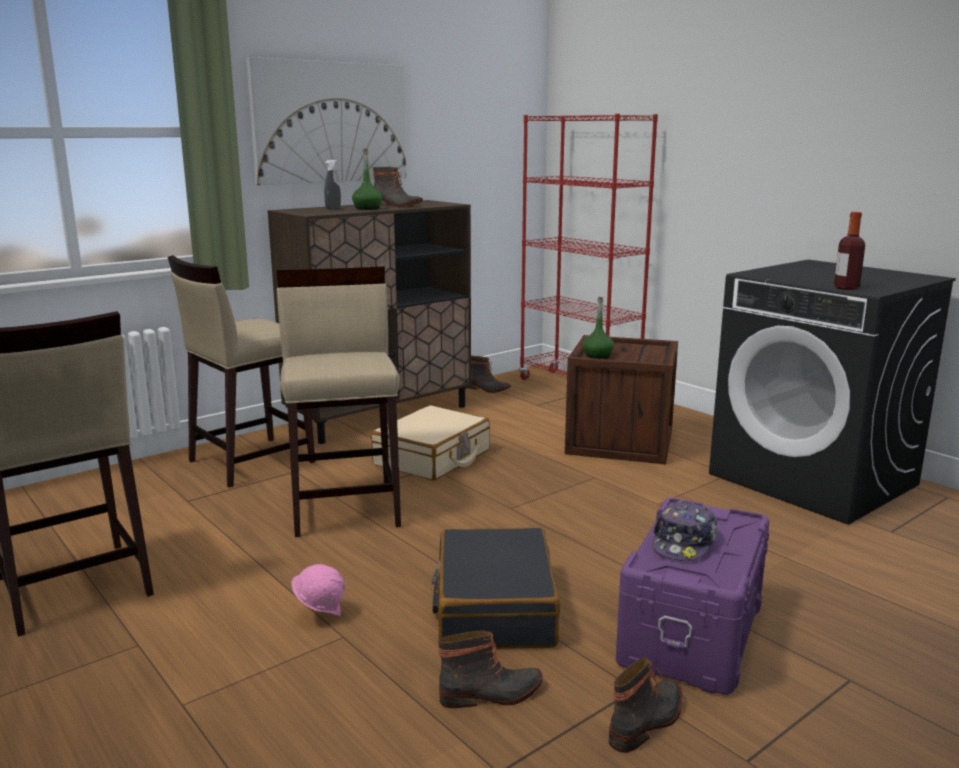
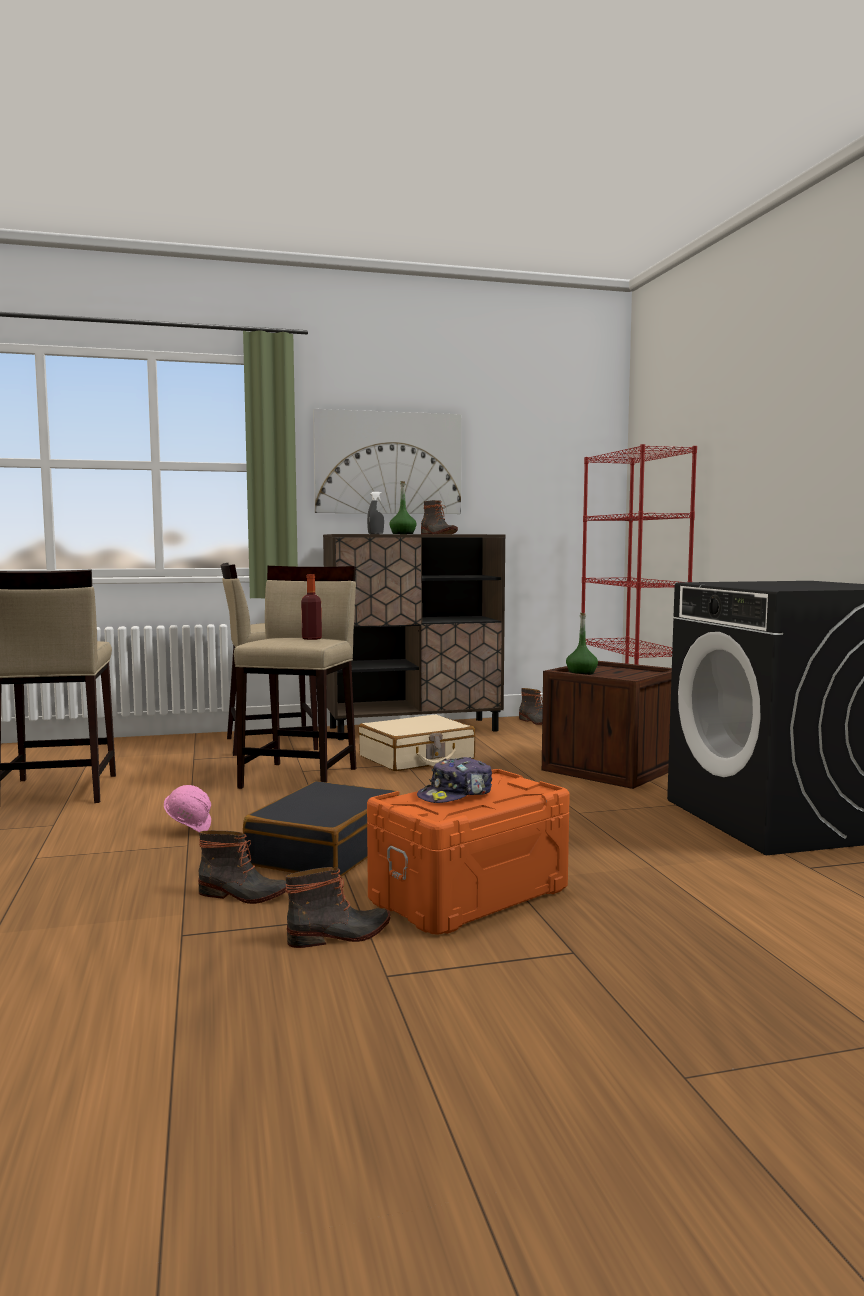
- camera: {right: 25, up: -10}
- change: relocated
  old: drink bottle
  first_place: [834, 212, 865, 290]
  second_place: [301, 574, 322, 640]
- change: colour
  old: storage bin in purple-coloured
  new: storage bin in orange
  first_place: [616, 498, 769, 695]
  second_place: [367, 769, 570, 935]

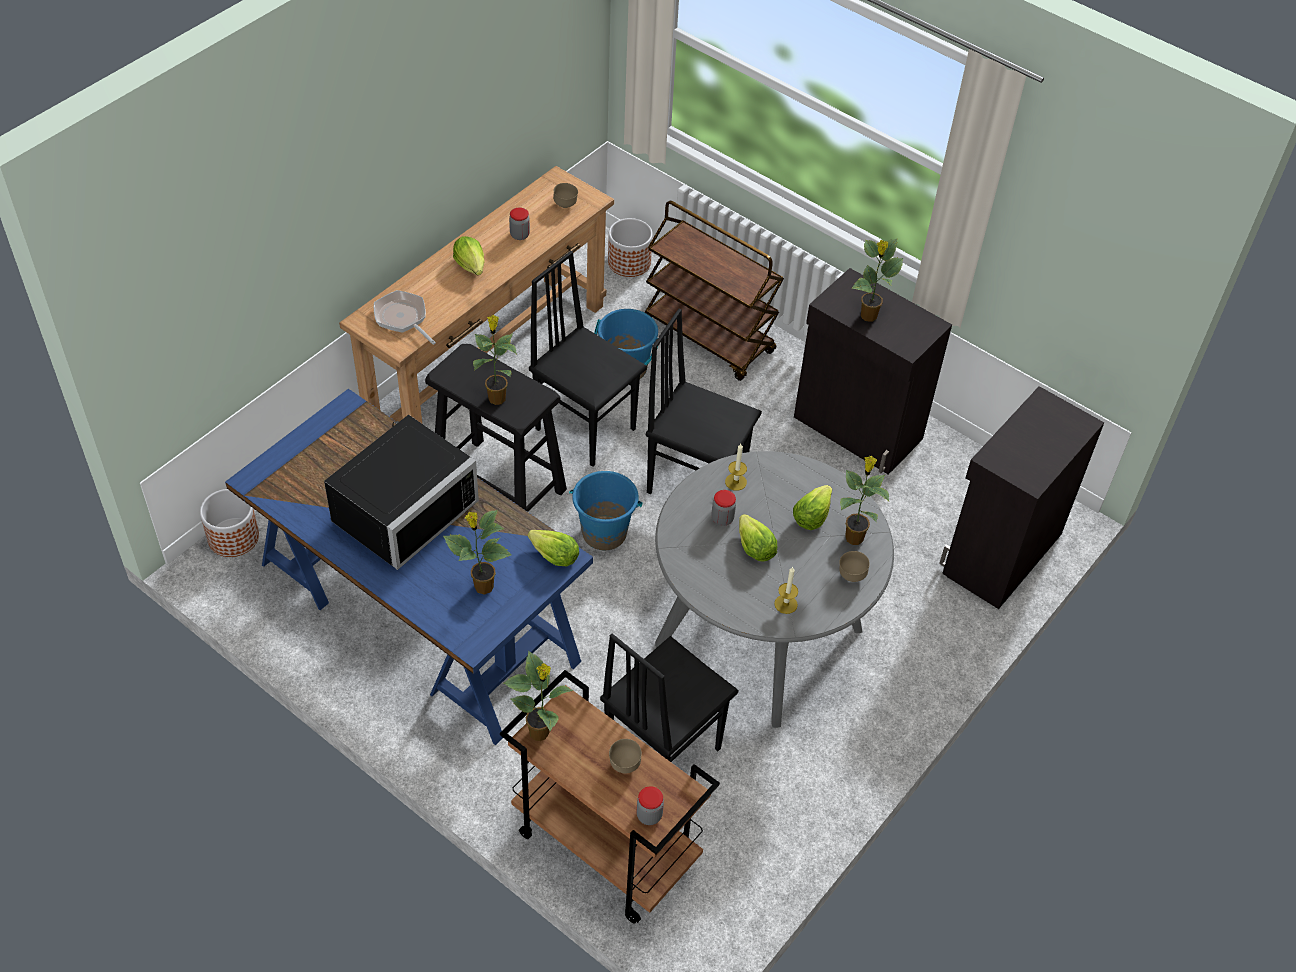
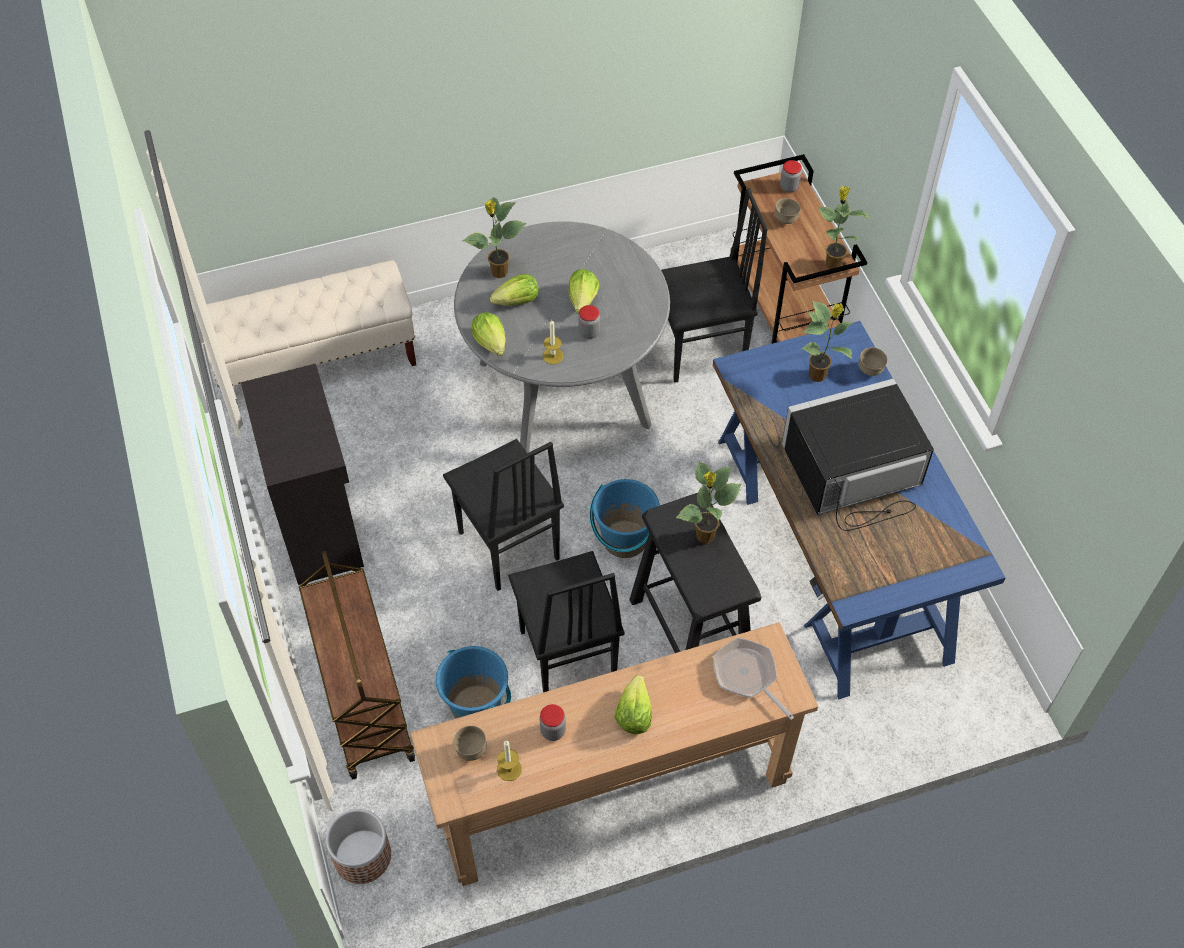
- camera: {right: -145, up: 5}
- change: exchanged
  old: cupboard in blackish
  new: long seat in sand-coloured
  first_place: [939, 386, 1104, 609]
  second_place: [203, 260, 416, 387]
- change: relocated
  old: lettuce
  first_place: [528, 530, 579, 566]
  second_place: [472, 312, 506, 356]
- change: relocated
  old: wax light
  first_place: [774, 567, 798, 614]
  second_place: [497, 741, 522, 781]
- change: spun
  old: pan
  first_place: [374, 290, 436, 345]
  second_place: [713, 638, 794, 720]
  degrees: 150
- change: relocated
  old: bowl in brown-coloured
  first_place: [839, 551, 870, 582]
  second_place: [858, 347, 888, 376]
- change: missing
  old: planter
  first_place: [200, 489, 259, 557]
- change: missing
  old: houseplant
  first_place: [852, 239, 903, 322]

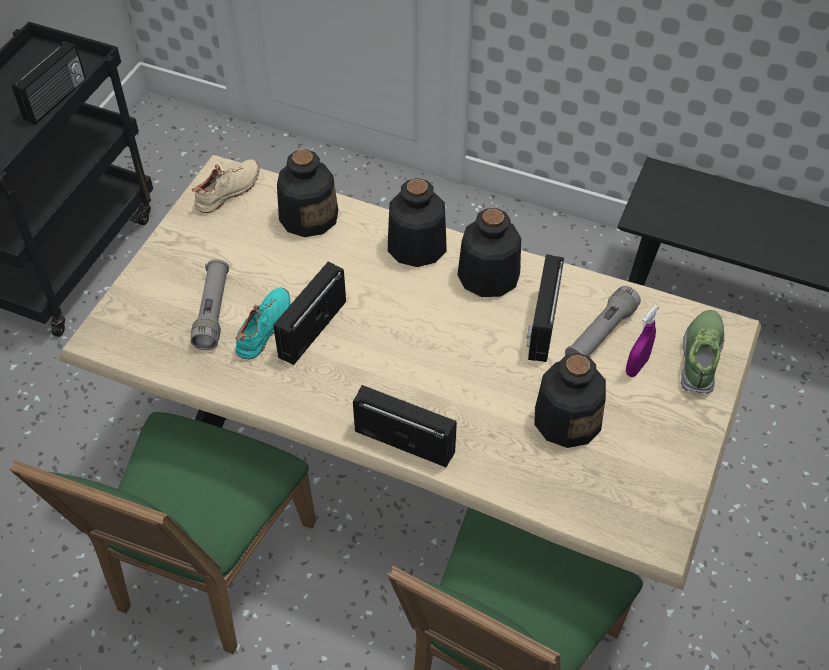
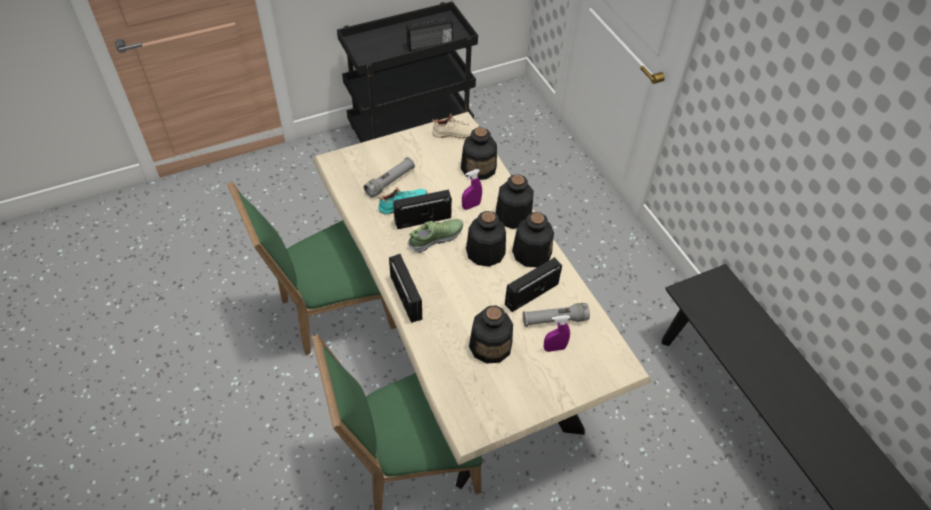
- camera: {right: 40, up: 0}
- change: relocated
  old: item of footwear
  first_place: [681, 310, 725, 394]
  second_place: [408, 219, 463, 253]
- change: appeared
  new: hand sprayer in purple-coloured
  second_place: [462, 169, 482, 210]
- change: appeared
  new: drink bottle
  second_place: [466, 211, 506, 267]

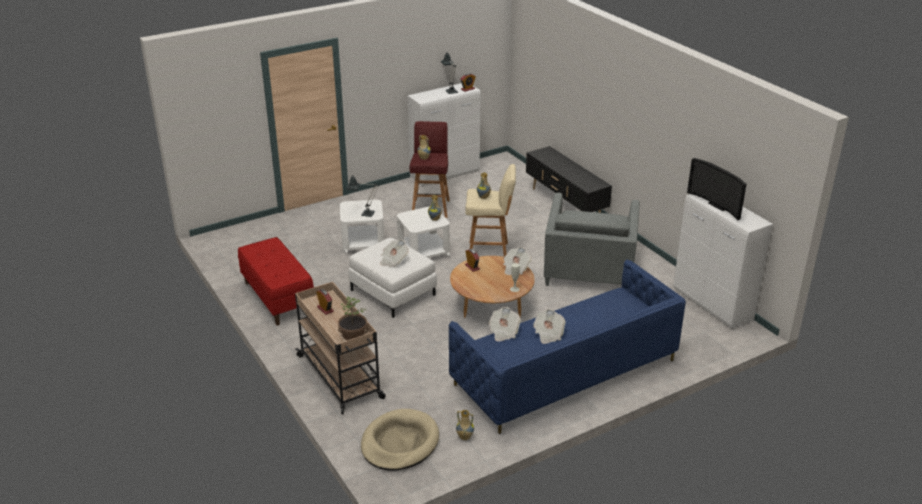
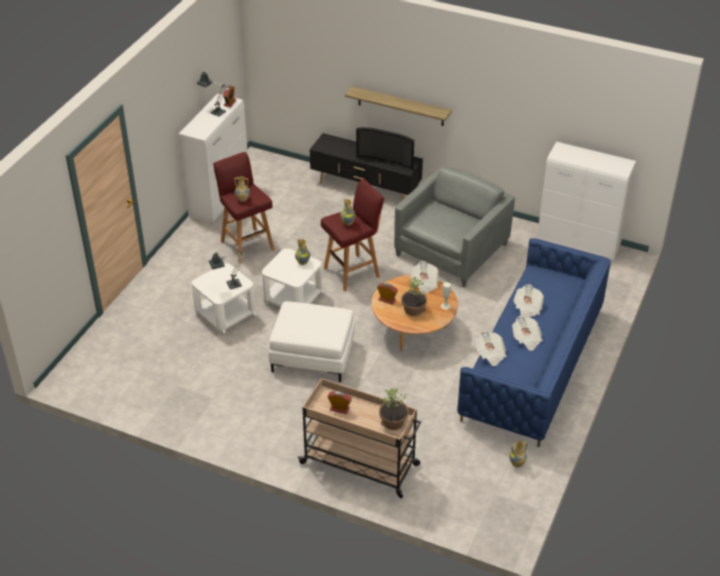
- camera: {right: -35, up: 10}
- change: colour
  old: stool seat in sand-coloured
  new: stool seat in reddish
  first_place: [465, 164, 516, 257]
  second_place: [321, 179, 384, 292]
- change: appeared
  new: bracket shelf
  second_place: [345, 86, 452, 126]
- change: relocated
  old: television
  first_place: [687, 158, 747, 220]
  second_place: [356, 127, 414, 170]
- change: spun
  old: easy chair in greyish
  first_place: [544, 193, 640, 286]
  second_place: [394, 166, 515, 287]
  degrees: -120
- change: appeared
  new: houseplant
  second_place: [401, 277, 427, 316]
- change: relocated
  old: daily paper
  first_place: [380, 240, 409, 267]
  second_place: [513, 285, 544, 318]
- change: missing
  old: long seat in reddish
  first_place: [238, 237, 314, 325]
- change: missing
  old: pet bed in sand-coloured
  first_place: [361, 409, 439, 471]

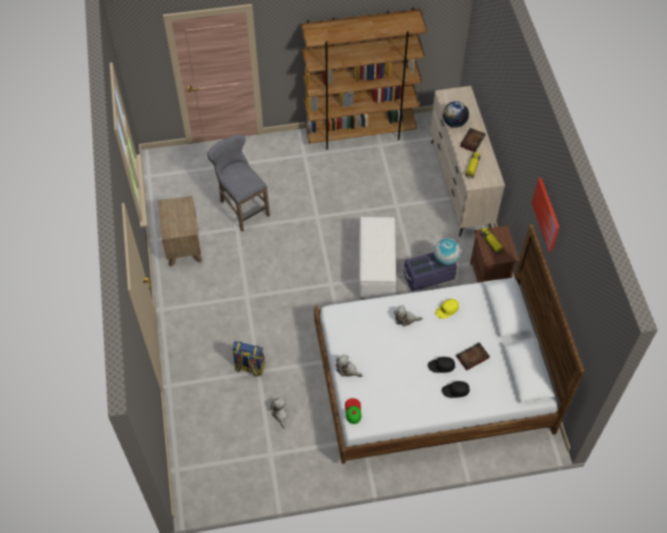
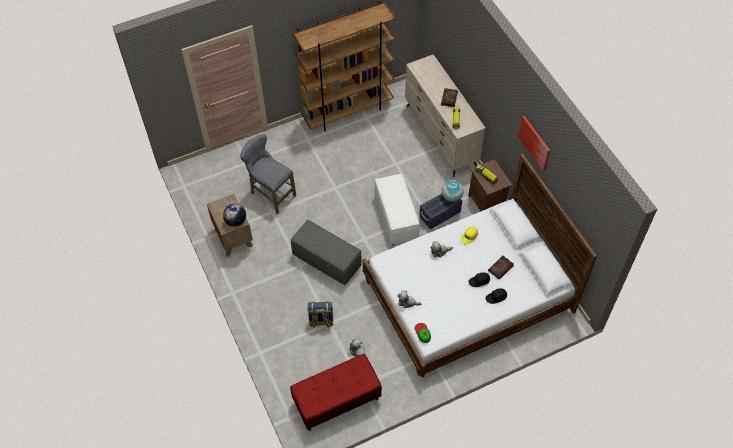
- camera: {right: -15, up: 0}
- change: relocated
  old: world globe
  first_place: [443, 101, 469, 128]
  second_place: [223, 204, 246, 227]
- change: appeared
  new: long seat in reddish
  second_place: [290, 354, 382, 431]
- change: appeared
  new: pouffe in greyish
  second_place: [291, 220, 362, 285]

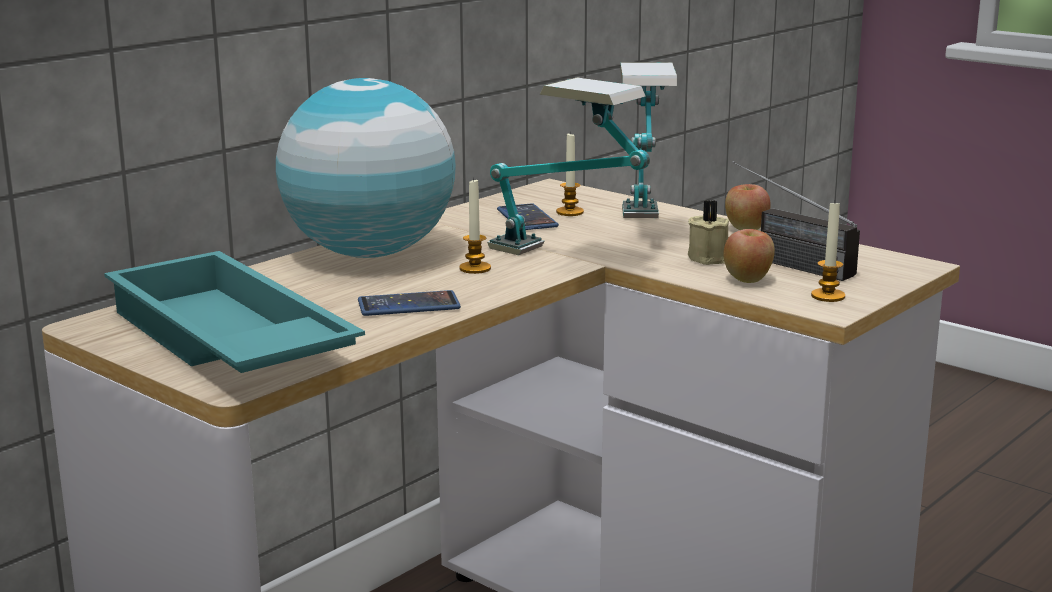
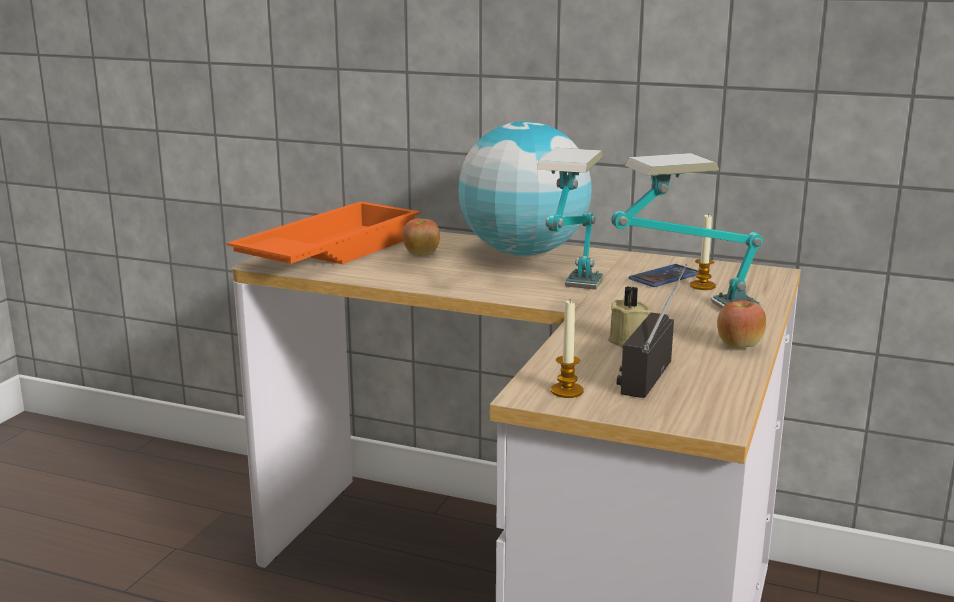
- camera: {right: 70, up: 0}
- change: colour
  old: tray in turquoise
  new: tray in orange
  first_place: [104, 251, 365, 373]
  second_place: [227, 201, 420, 264]
- change: relocated
  old: whole apple
  first_place: [724, 229, 775, 283]
  second_place: [403, 219, 440, 256]
- change: missing
  old: handset
  first_place: [358, 290, 461, 316]
- change: missing
  old: wax light
  first_place: [459, 178, 491, 274]

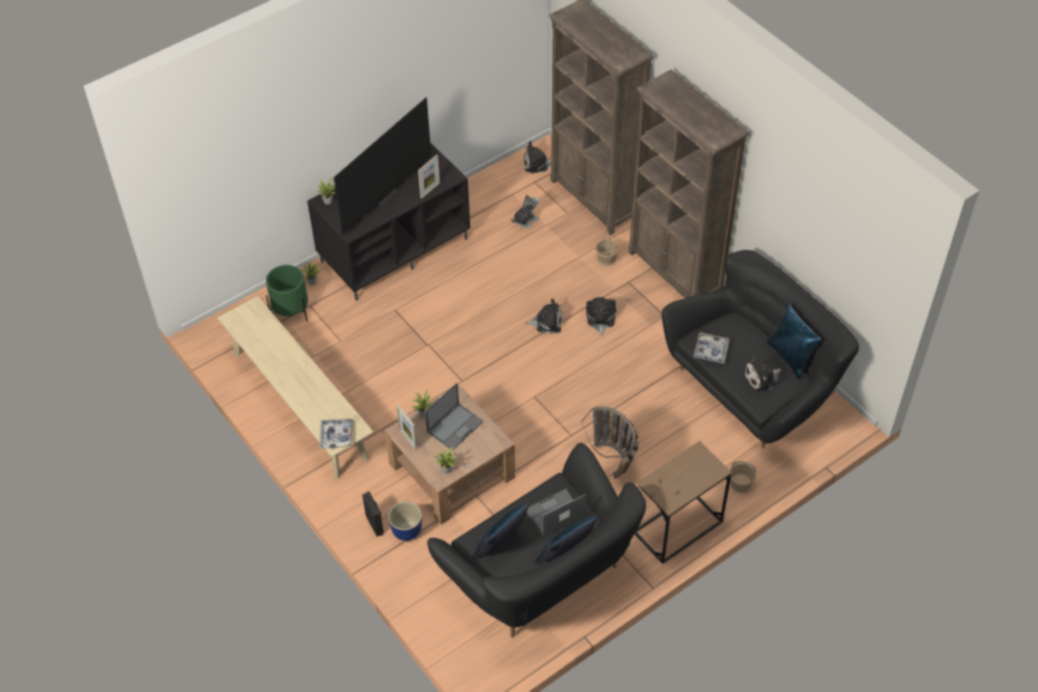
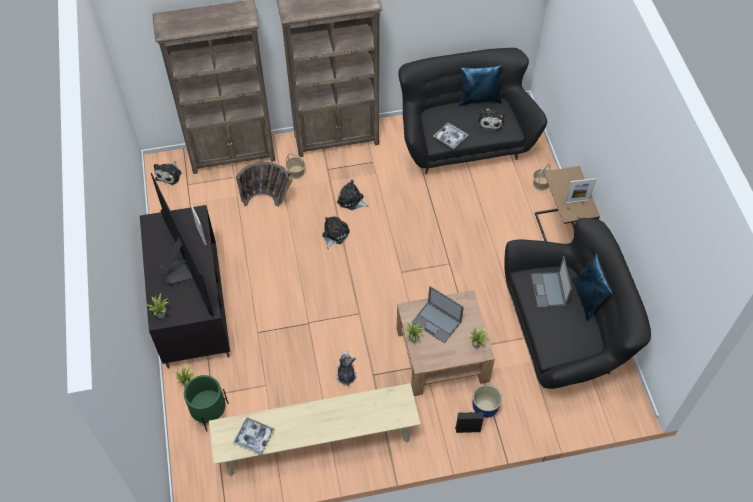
- camera: {right: -65, up: 5}
- change: relocated
  old: tray
  first_place: [319, 419, 353, 449]
  second_place: [233, 417, 275, 455]
- change: relocated
  old: household basket
  first_place: [582, 406, 639, 479]
  second_place: [236, 162, 293, 207]
- change: relocated
  old: cuddly toy
  first_place: [511, 194, 539, 228]
  second_place: [336, 351, 357, 386]
- change: spun
  old: notebook computer
  first_place: [425, 383, 484, 451]
  second_place: [412, 286, 464, 343]
  degrees: 150
- change: relocated
  old: standing frame
  first_place: [396, 404, 417, 451]
  second_place: [565, 178, 596, 204]
- change: missing
  old: cushion in blue
  first_place: [472, 504, 529, 559]

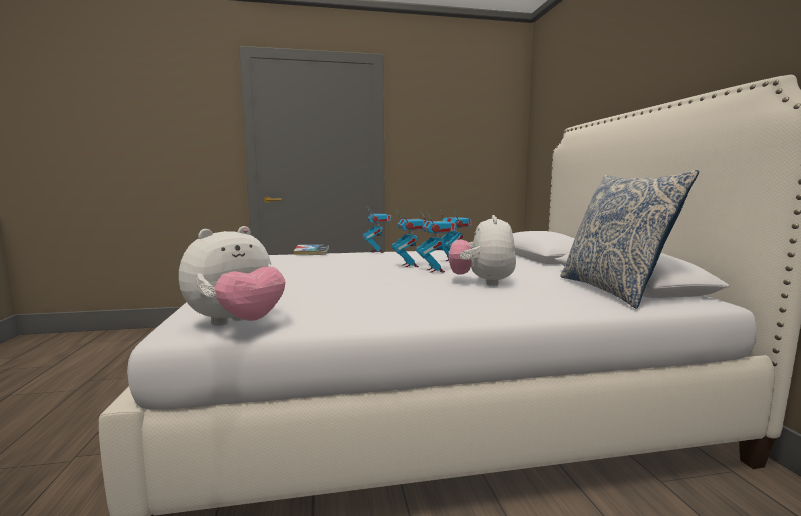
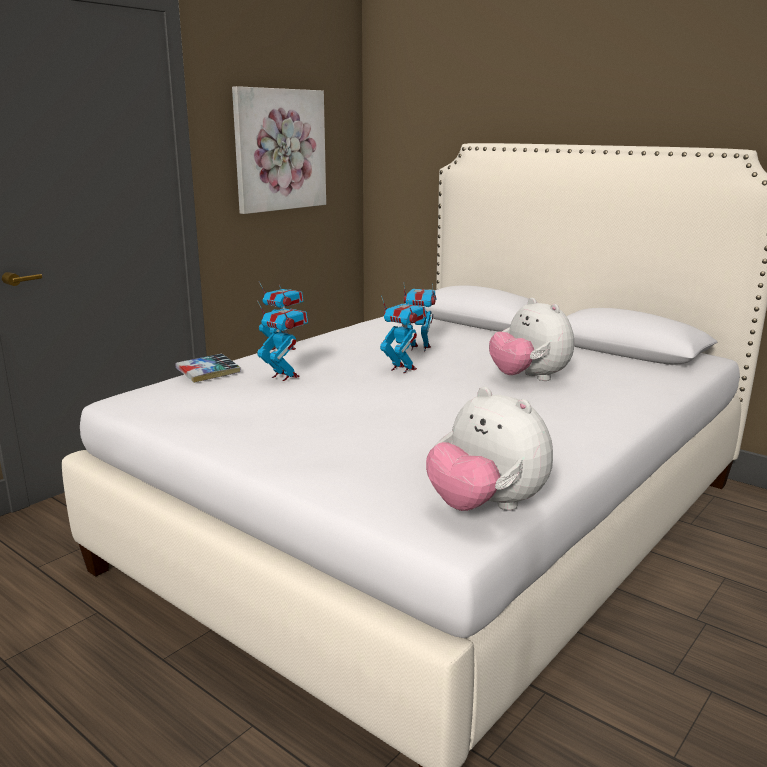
- camera: {right: -40, up: 10}
- change: appeared
  new: wall picture
  second_place: [232, 86, 326, 214]
- change: relocated
  old: model robot
  first_place: [416, 211, 456, 272]
  second_place: [257, 300, 308, 381]
- change: spun
  old: cuddly toy
  first_place: [179, 226, 285, 326]
  second_place: [426, 387, 553, 511]
  degrees: 135
- change: missing
  old: cushion
  first_place: [560, 170, 699, 309]

